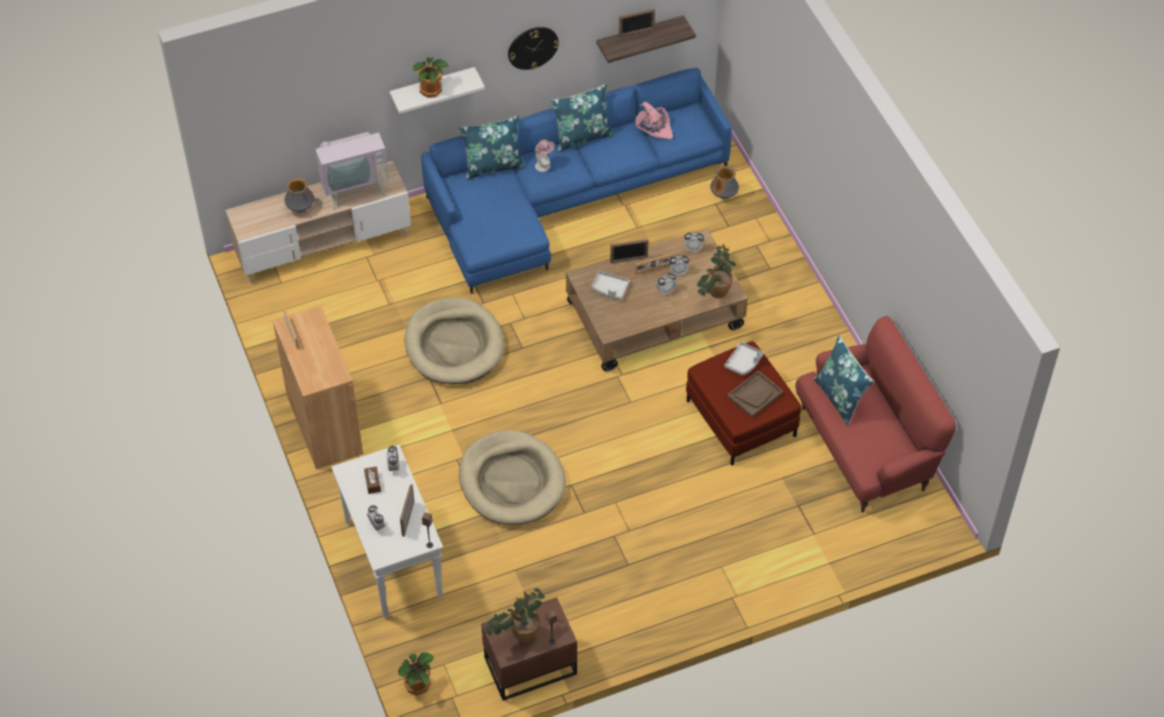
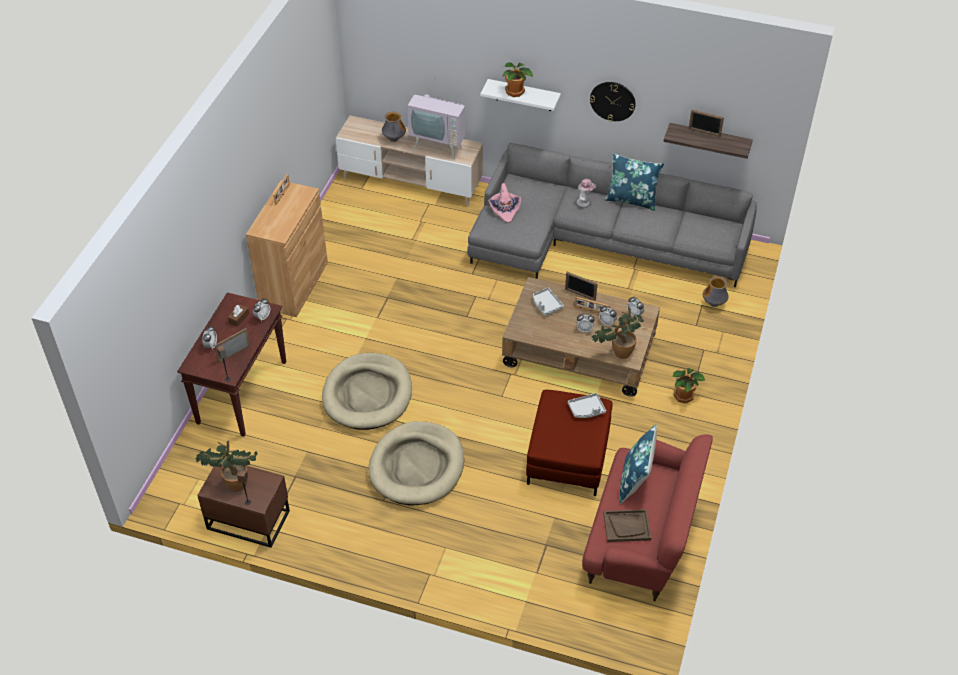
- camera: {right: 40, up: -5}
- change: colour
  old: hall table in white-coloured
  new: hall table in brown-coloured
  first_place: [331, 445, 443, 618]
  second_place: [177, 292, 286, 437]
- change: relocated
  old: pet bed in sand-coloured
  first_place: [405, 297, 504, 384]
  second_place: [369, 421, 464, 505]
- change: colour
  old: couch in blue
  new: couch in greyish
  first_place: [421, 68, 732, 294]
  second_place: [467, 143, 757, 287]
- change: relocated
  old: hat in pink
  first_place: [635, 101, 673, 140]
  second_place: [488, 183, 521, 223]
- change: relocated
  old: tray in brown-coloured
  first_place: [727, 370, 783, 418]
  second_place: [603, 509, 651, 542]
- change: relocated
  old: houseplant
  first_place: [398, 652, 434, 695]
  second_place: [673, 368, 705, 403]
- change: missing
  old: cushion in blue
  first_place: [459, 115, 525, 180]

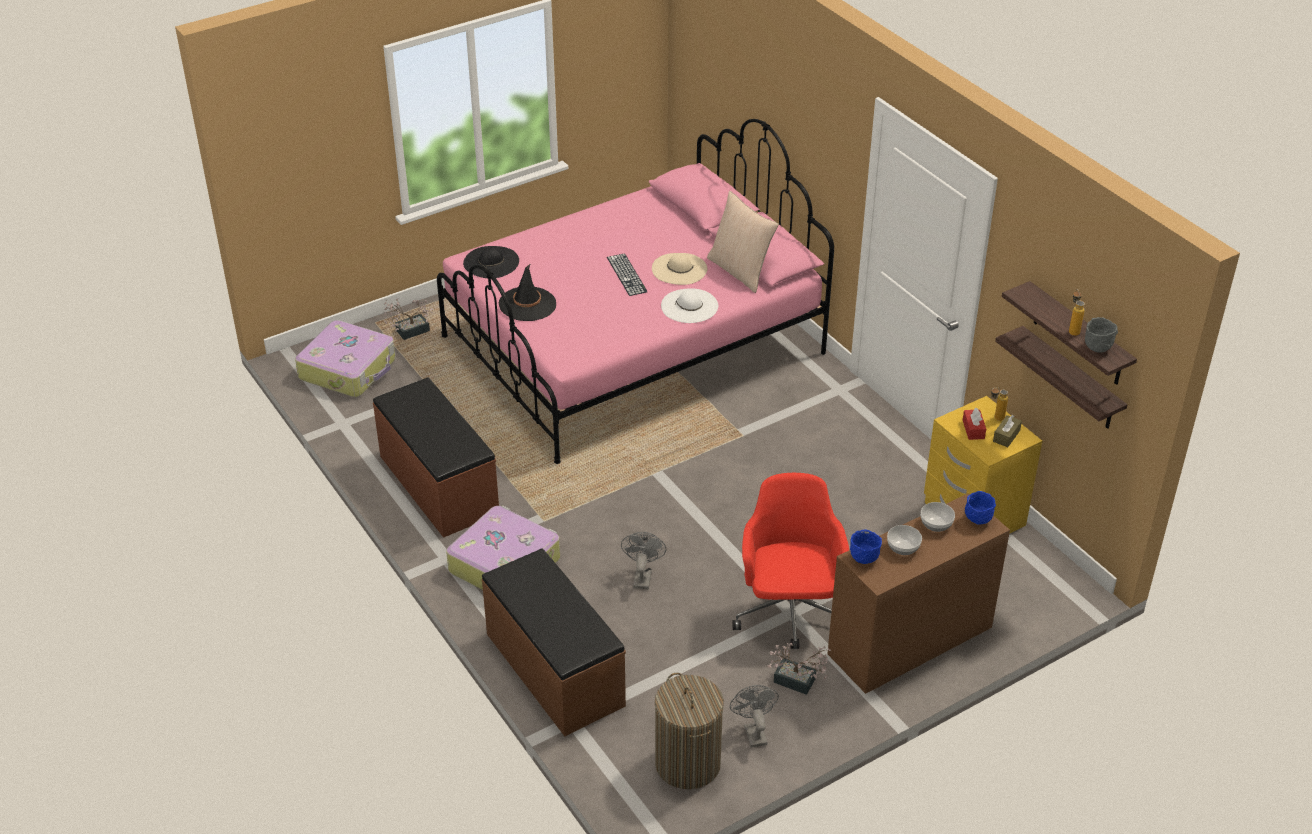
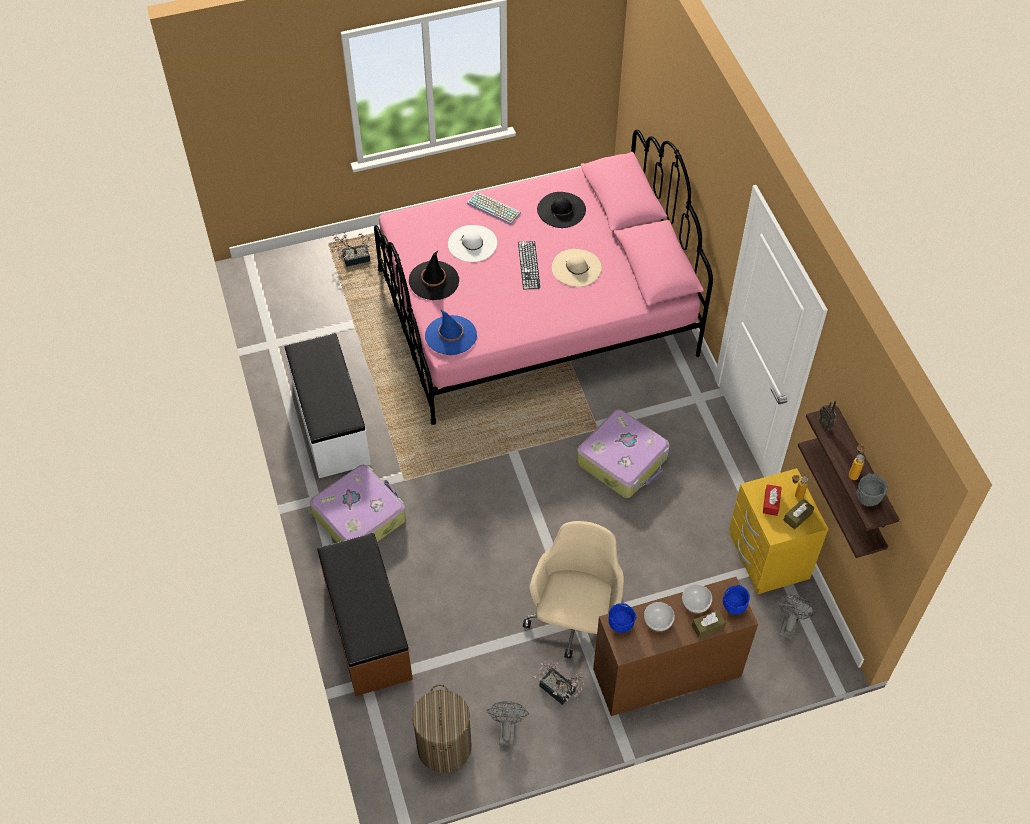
- camera: {right: 15, up: 15}
- change: colour
  old: long seat in brown-coloured
  new: long seat in white-coloured
  first_place: [373, 378, 499, 538]
  second_place: [285, 333, 371, 478]
- change: appeared
  new: hat in blue
  second_place: [425, 309, 477, 355]
- change: relocated
  old: hat in white-coloured
  first_place: [661, 288, 718, 323]
  second_place: [448, 225, 497, 262]
- change: appeared
  new: PC keyboard
  second_place: [467, 192, 521, 225]
- change: colour
  old: office chair in reddish
  new: office chair in sand-coloured
  first_place: [733, 473, 849, 649]
  second_place: [523, 521, 624, 659]
- change: relocated
  old: hat in blackish
  first_place: [463, 246, 519, 278]
  second_place: [537, 192, 586, 228]
- change: relocated
  old: piece of luggage
  first_place: [295, 320, 396, 397]
  second_place: [577, 409, 670, 498]
- change: appeared
  new: tissue holder in brown-coloured
  second_place: [692, 610, 726, 638]
- change: relocated
  old: cooling fan in greyish
  first_place: [621, 532, 666, 589]
  second_place: [776, 595, 816, 640]
- change: appeared
  new: radio
  second_place: [819, 401, 837, 431]
- change: missing
  old: cushion in sand-coloured
  first_place: [707, 191, 779, 293]

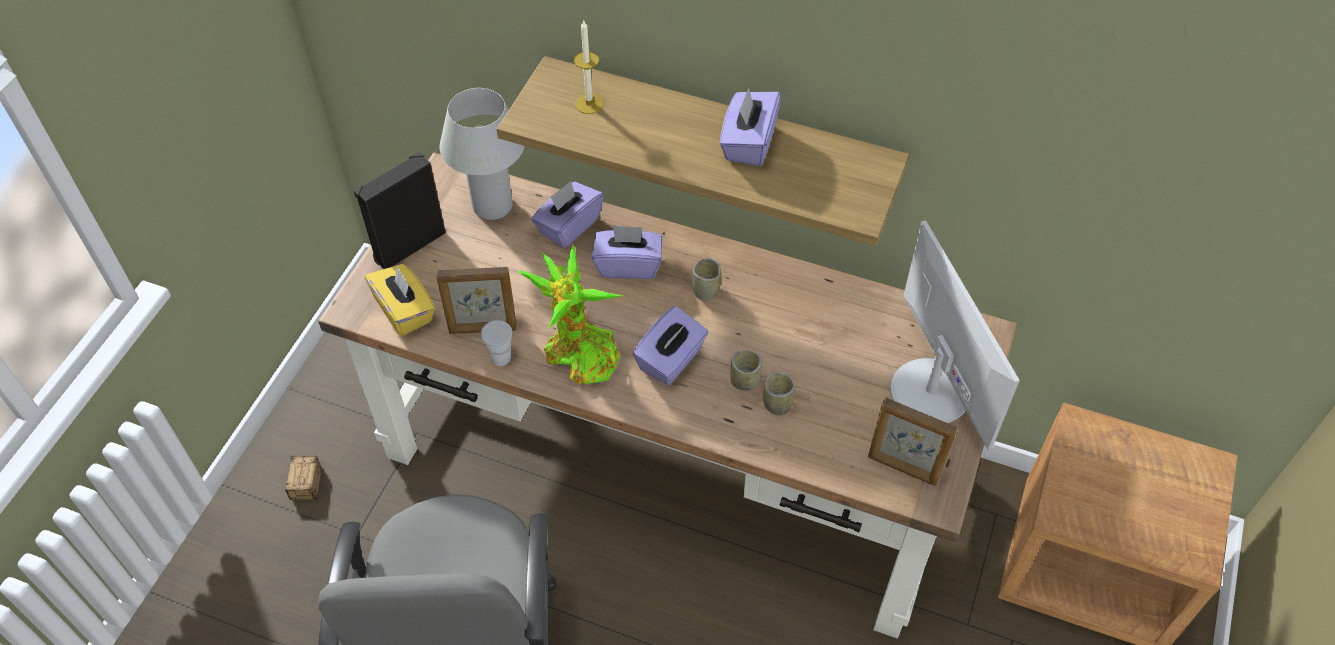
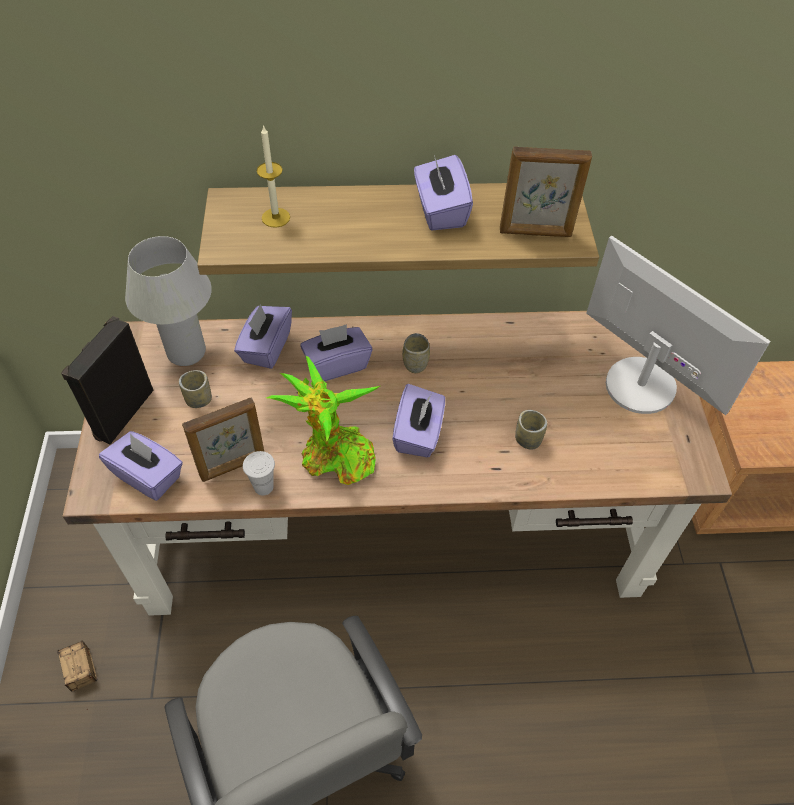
- camera: {right: -25, up: 0}
- change: colour
  old: tissue holder in yellow-coloured
  new: tissue holder in purple-coloured
  first_place: [365, 264, 435, 336]
  second_place: [99, 431, 183, 501]
- change: relocated
  old: small cup
  first_place: [731, 350, 762, 391]
  second_place: [179, 370, 212, 408]
- change: relocated
  old: standing frame
  first_place: [868, 397, 958, 486]
  second_place: [500, 146, 592, 237]

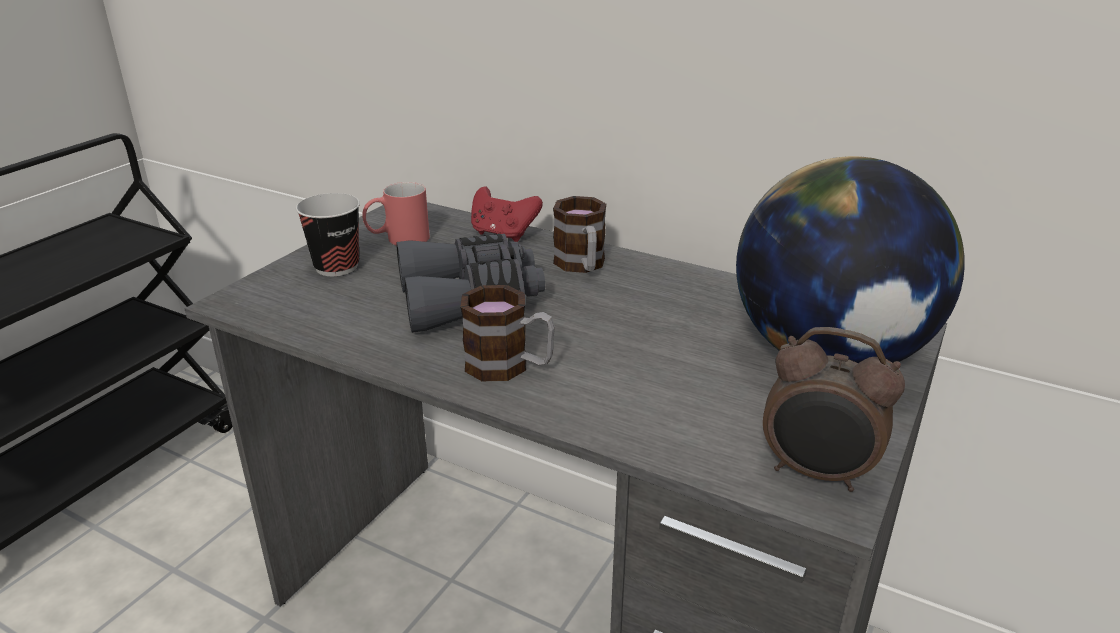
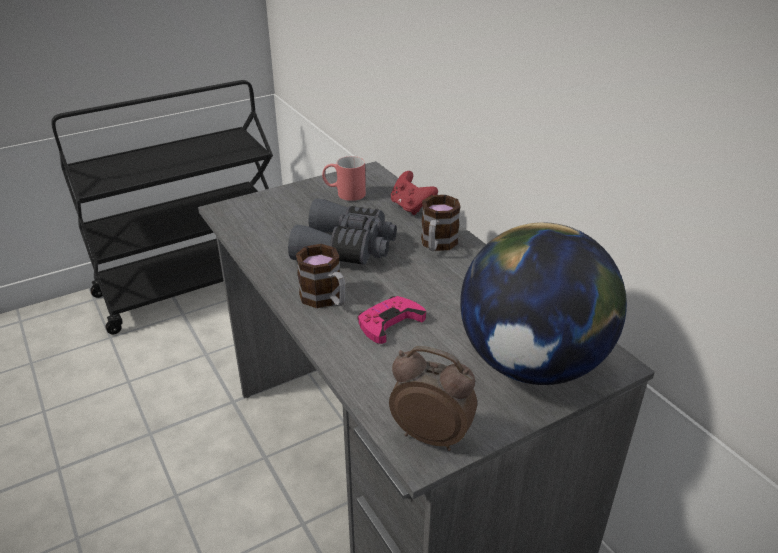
- camera: {right: 30, up: 5}
- change: appeared
  new: gamepad in pink
  second_place: [357, 296, 426, 344]
- change: spun
  old: bedside clock
  first_place: [763, 327, 905, 492]
  second_place: [389, 346, 477, 451]
  degrees: 150
- change: missing
  old: small cup
  first_place: [296, 193, 360, 276]

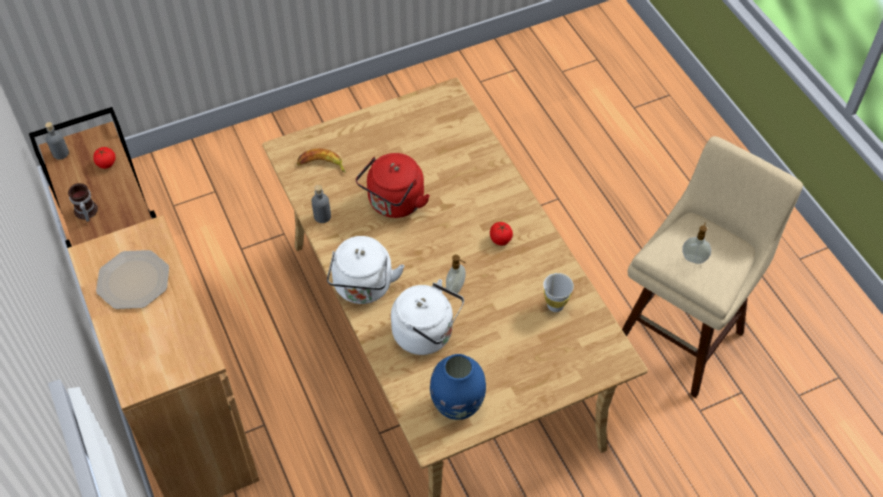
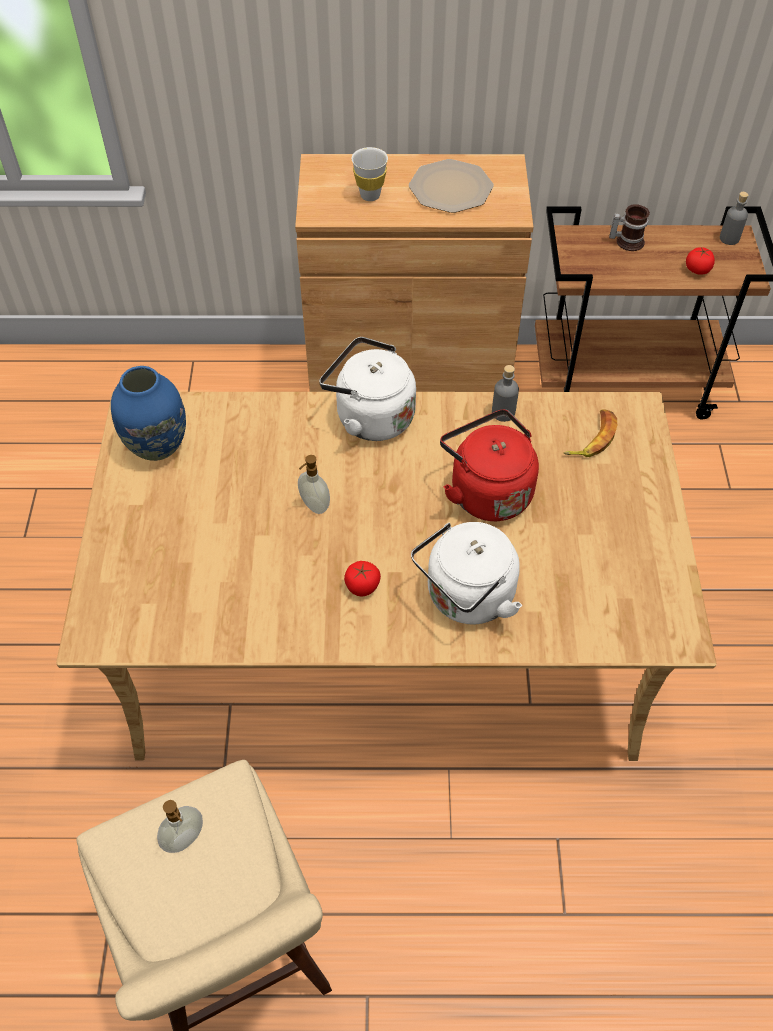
- camera: {right: 115, up: 0}
- change: relocated
  old: small cup in white-coloured
  first_place: [543, 273, 574, 312]
  second_place: [351, 147, 388, 201]
- change: relocated
  old: kettle in white-coloured
  first_place: [391, 279, 464, 355]
  second_place: [411, 522, 522, 624]

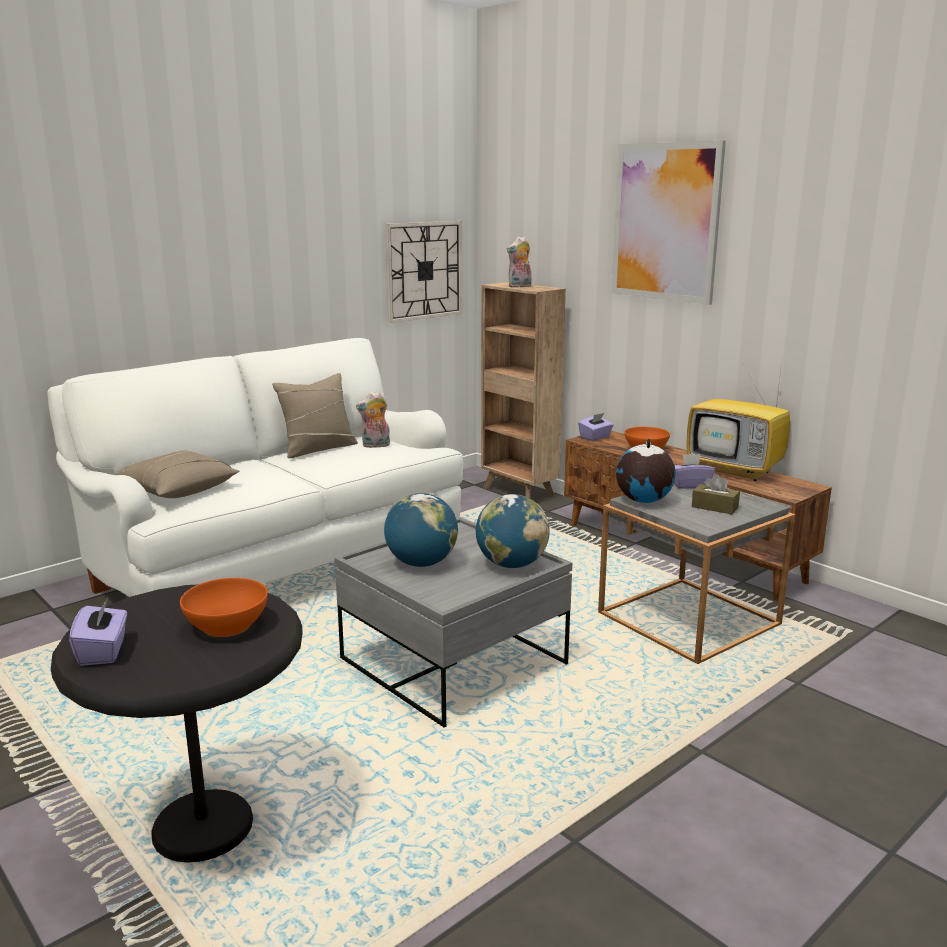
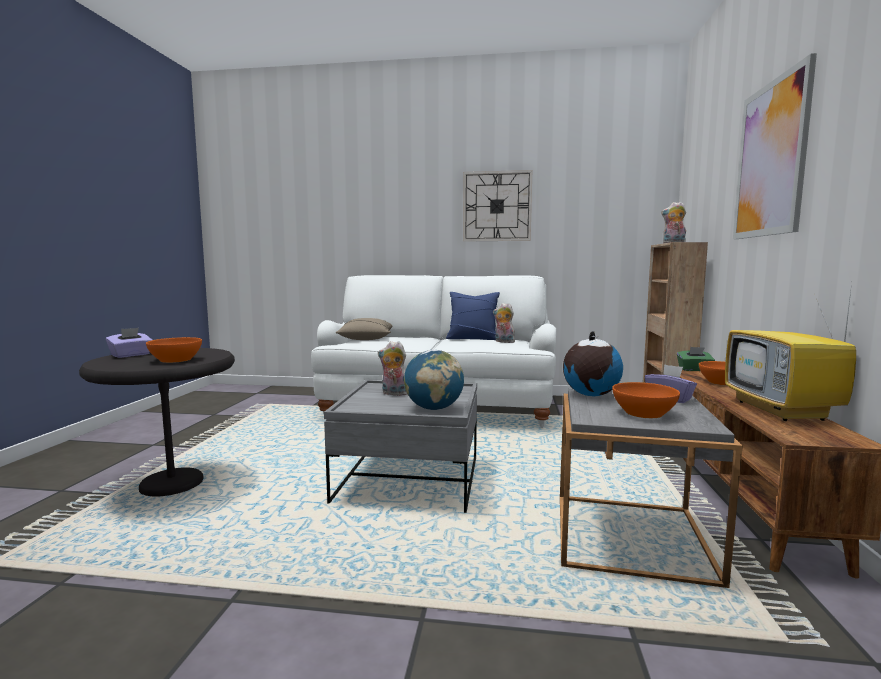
- camera: {right: 50, up: -10}
- change: exchanged
  old: world globe
  new: cuddly toy
  first_place: [384, 493, 458, 567]
  second_place: [378, 341, 407, 396]
- change: colour
  old: cushion in sand-coloured
  new: cushion in blue
  first_place: [272, 373, 358, 458]
  second_place: [446, 292, 500, 340]
- change: relocated
  old: clock on the wall
  first_place: [385, 221, 462, 323]
  second_place: [463, 170, 532, 241]
- change: exchanged
  old: tissue holder in brown-coloured
  new: bowl in orange
  first_place: [692, 474, 740, 514]
  second_place: [612, 382, 680, 418]
- change: colour
  old: tissue holder in purple-coloured
  new: tissue holder in green-coloured
  first_place: [578, 413, 614, 441]
  second_place: [677, 347, 715, 371]

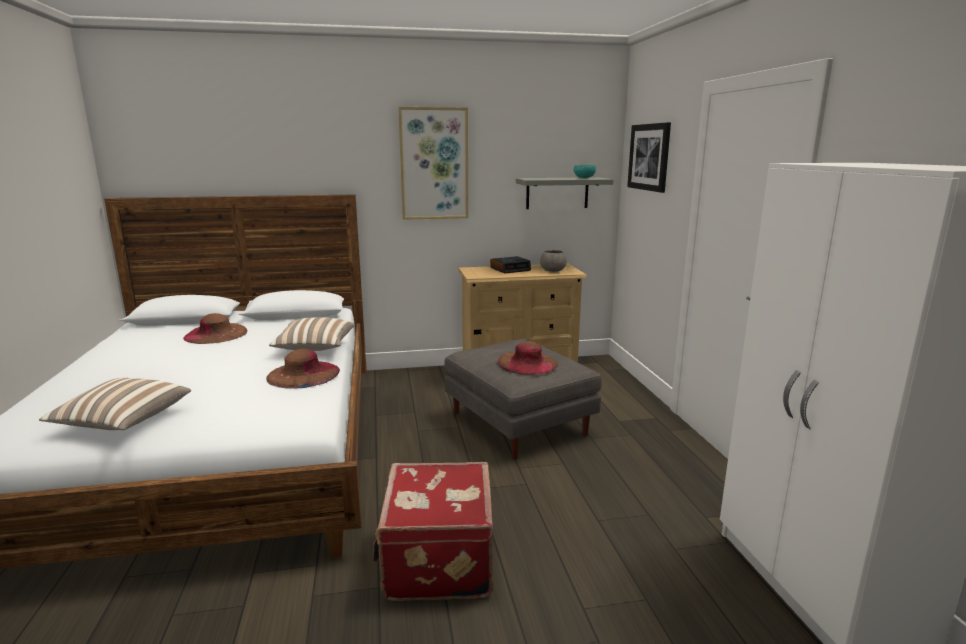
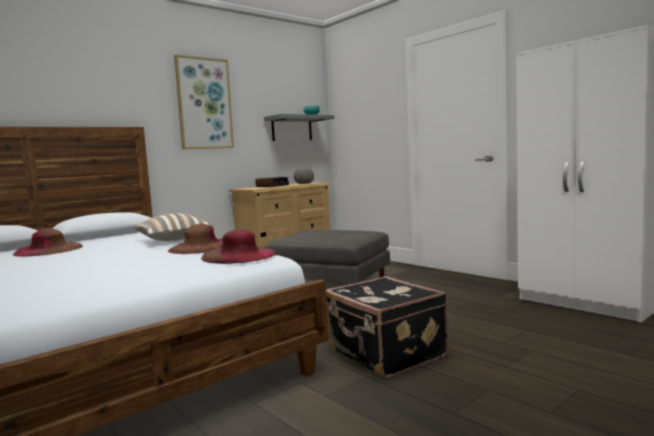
- camera: {right: -30, up: -10}
- change: relocated
  old: hat in brown-coloured
  first_place: [497, 341, 558, 375]
  second_place: [201, 229, 276, 264]
- change: colour
  old: piece of luggage in reddish
  new: piece of luggage in blackish
  first_place: [373, 462, 493, 601]
  second_place: [326, 276, 448, 378]
- change: missing
  old: cushion
  first_place: [39, 378, 191, 430]
- change: missing
  old: wall picture
  first_place: [627, 122, 671, 193]

